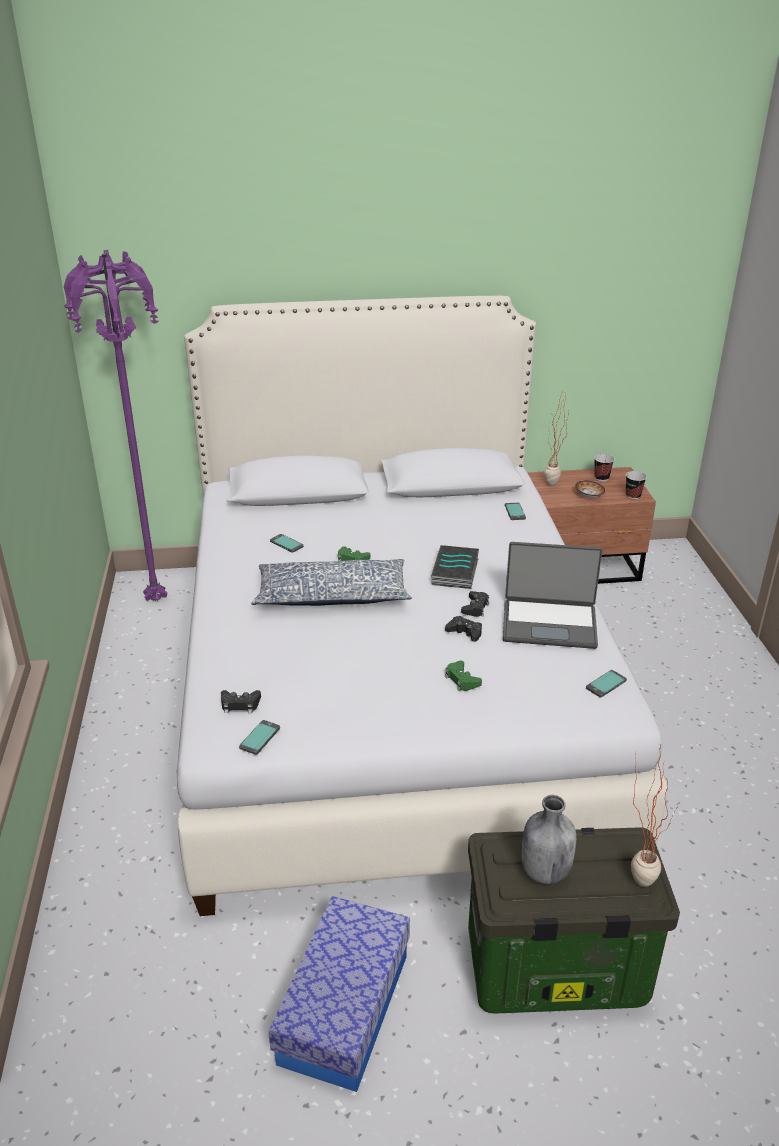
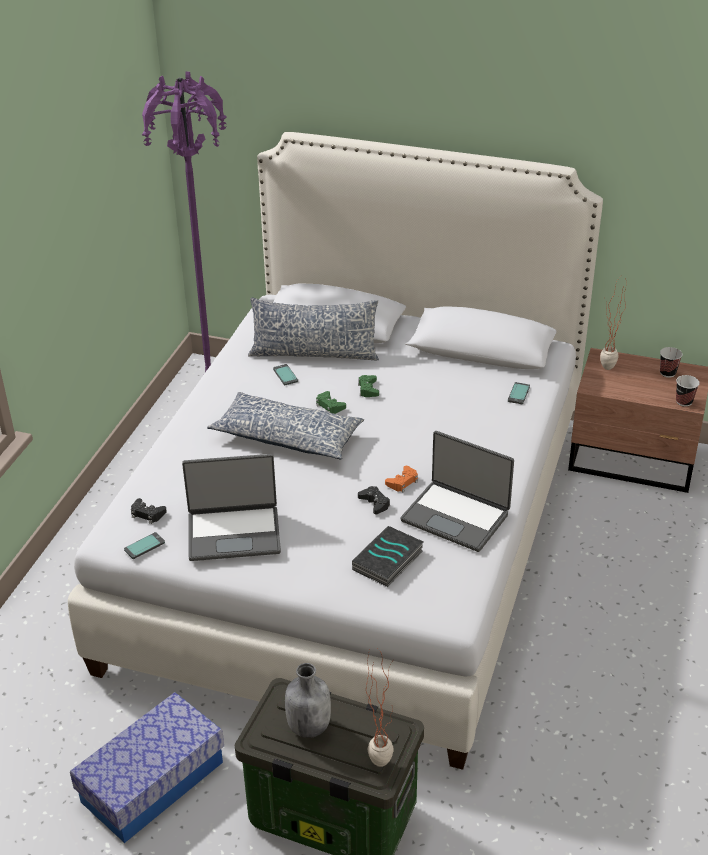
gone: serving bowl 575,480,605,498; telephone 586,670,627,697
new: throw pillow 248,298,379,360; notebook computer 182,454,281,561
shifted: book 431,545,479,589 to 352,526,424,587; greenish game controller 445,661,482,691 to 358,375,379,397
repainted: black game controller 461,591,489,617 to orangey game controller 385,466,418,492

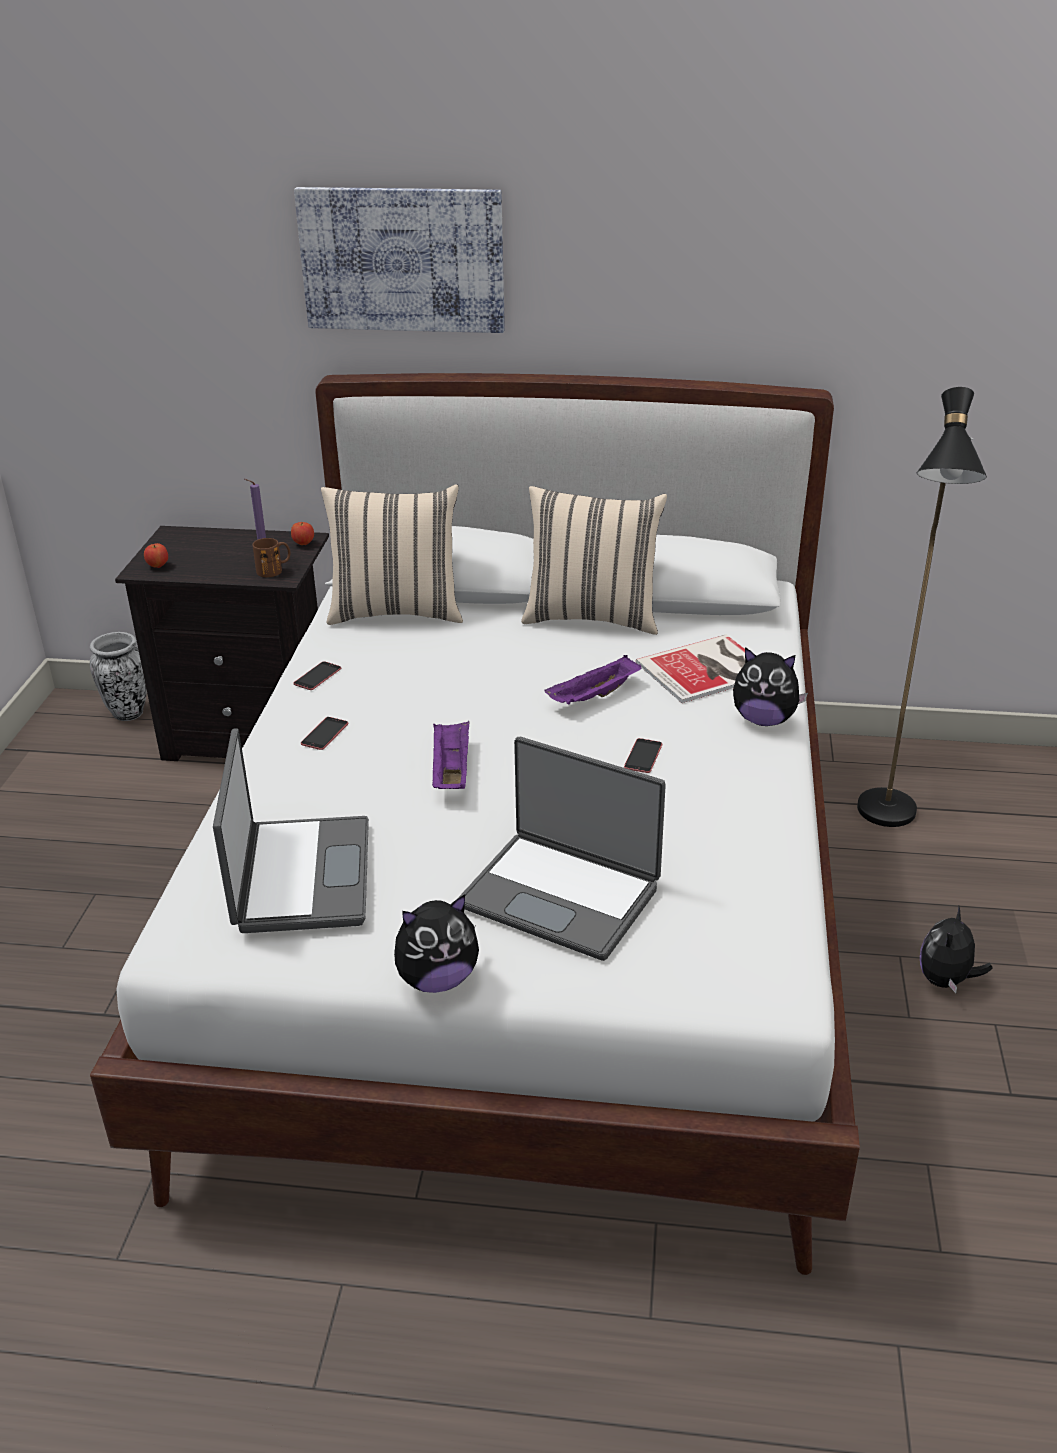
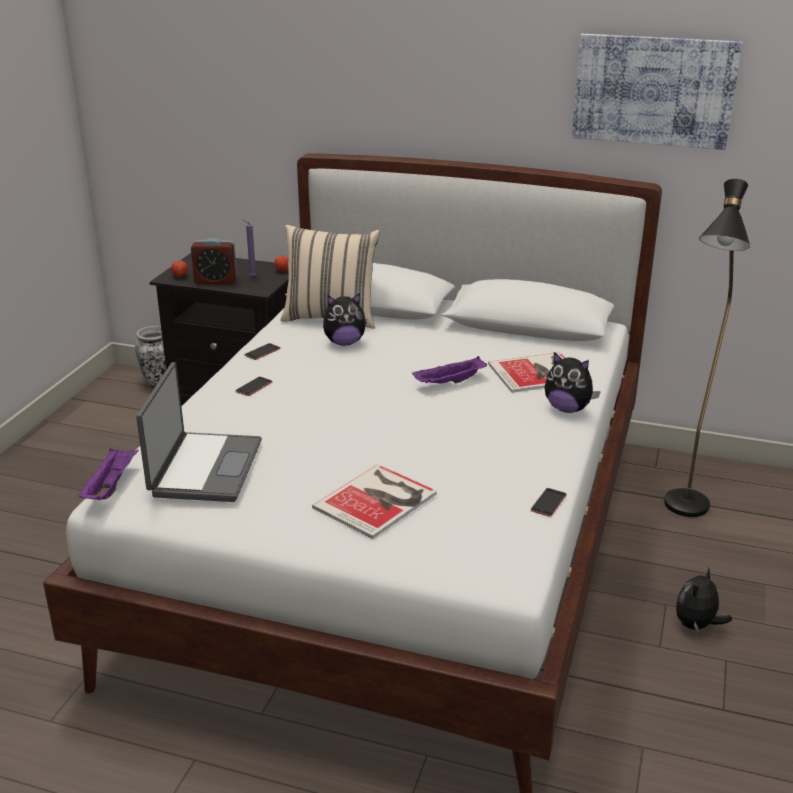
gone: beige-coloured throw pillow 521,486,667,635; brownish mug 252,538,290,577
new: table clock 191,238,237,284
shifted: wall art 294,187,505,333 to 572,34,742,150; purple-coloured carrying tray 432,721,470,789 to 78,448,139,500; telephone 624,738,662,773 to 531,488,567,517; soft toy 394,894,479,993 to 323,293,367,346
swapped: notebook computer 458,737,666,961 to book 312,464,437,539

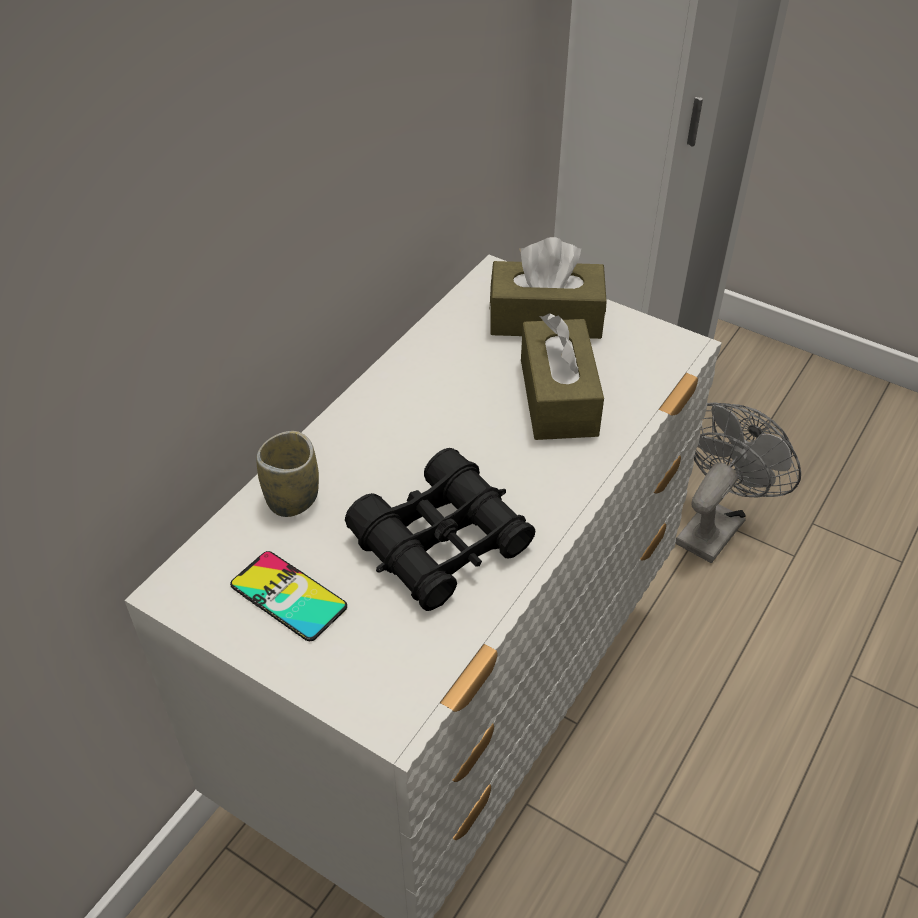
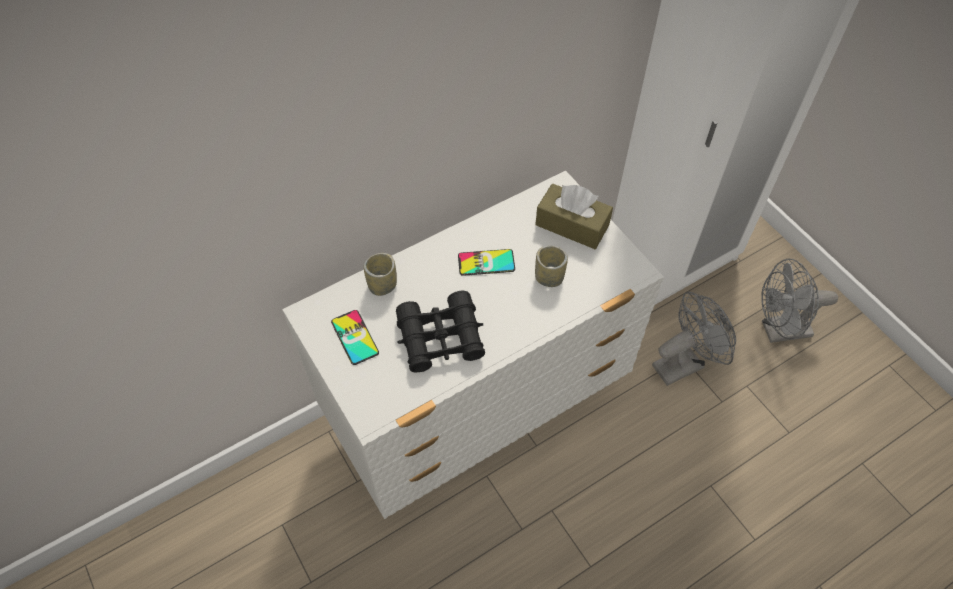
new: telephone 458,249,515,276; grey electric fan 761,259,838,343
swapped: brownish box of tissues 521,313,604,440 to drinking cup 535,246,568,287

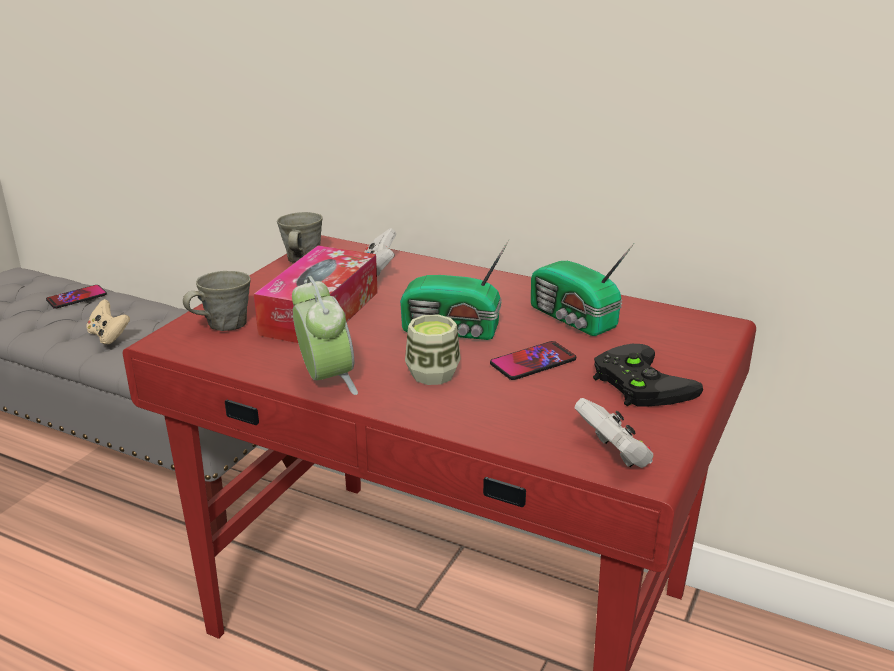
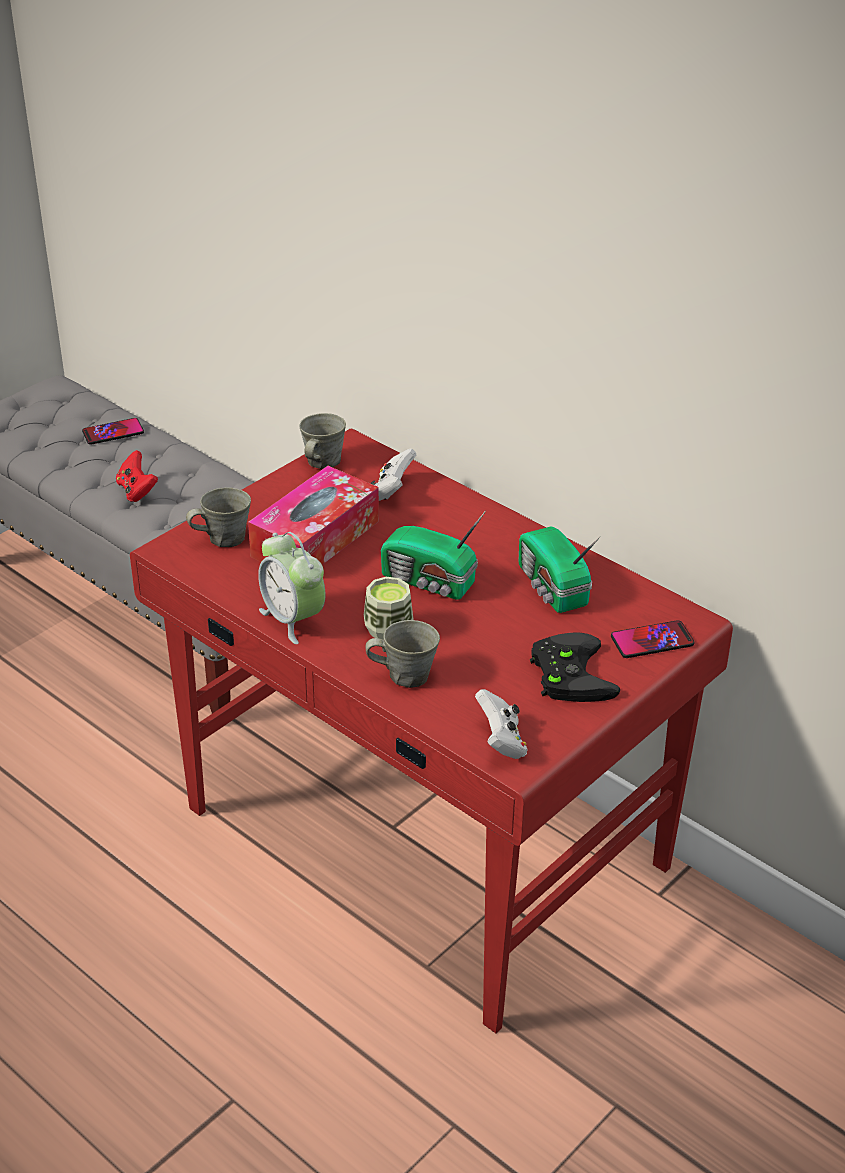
new: grey mug 365,620,440,688
shifted: telephone 490,341,576,380 to 611,620,694,658
repainted: beige-coloured game controller 86,299,130,345 to reddish game controller 116,450,158,502
rotated: table clock 292,276,358,395 = 258,532,325,644 150 degrees clockwise

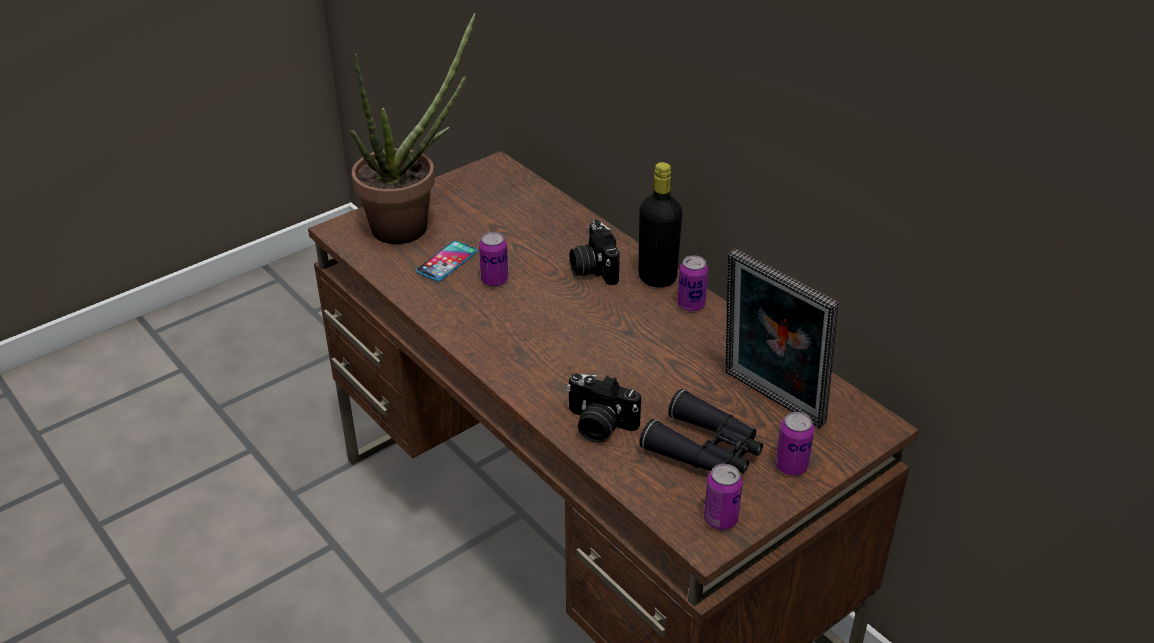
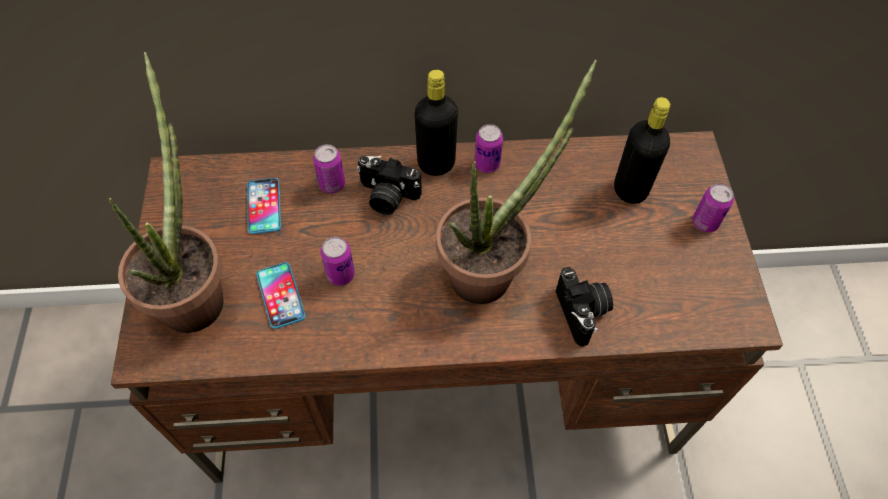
gone: black field glasses 639,389,763,473
new: plant in a pot 436,60,597,304; telephone 247,178,281,234
shifted: can 704,464,743,530 to 313,144,345,193
swapped: photo frame 725,249,839,428 to black drink bottle 614,97,670,204
rotated: photo camera 566,373,641,443 = 556,267,613,347 75 degrees counterclockwise

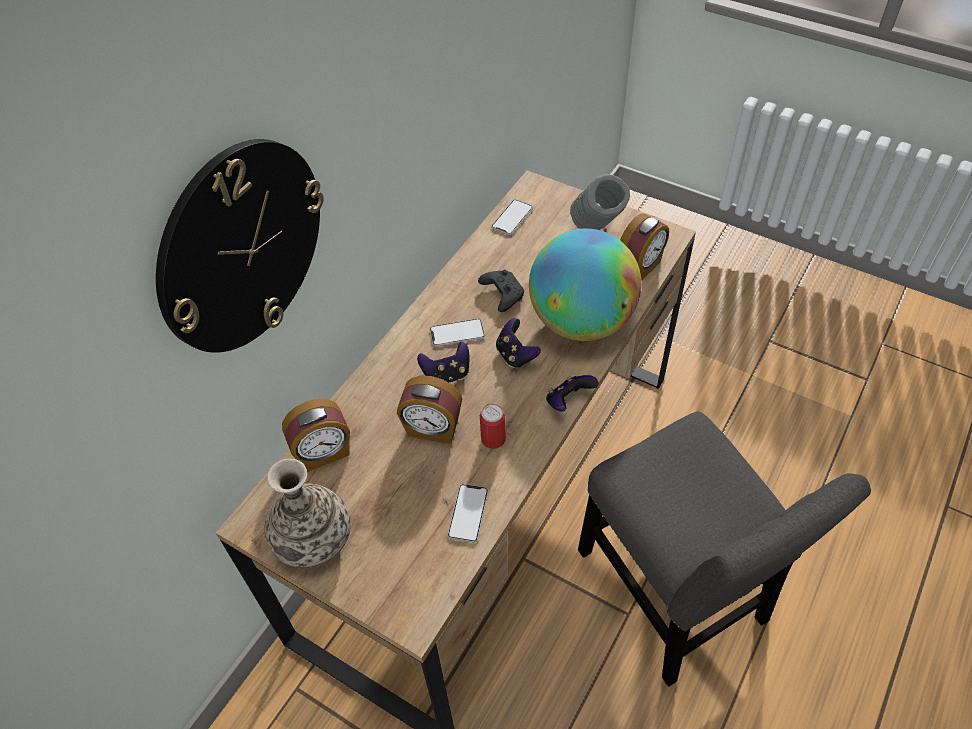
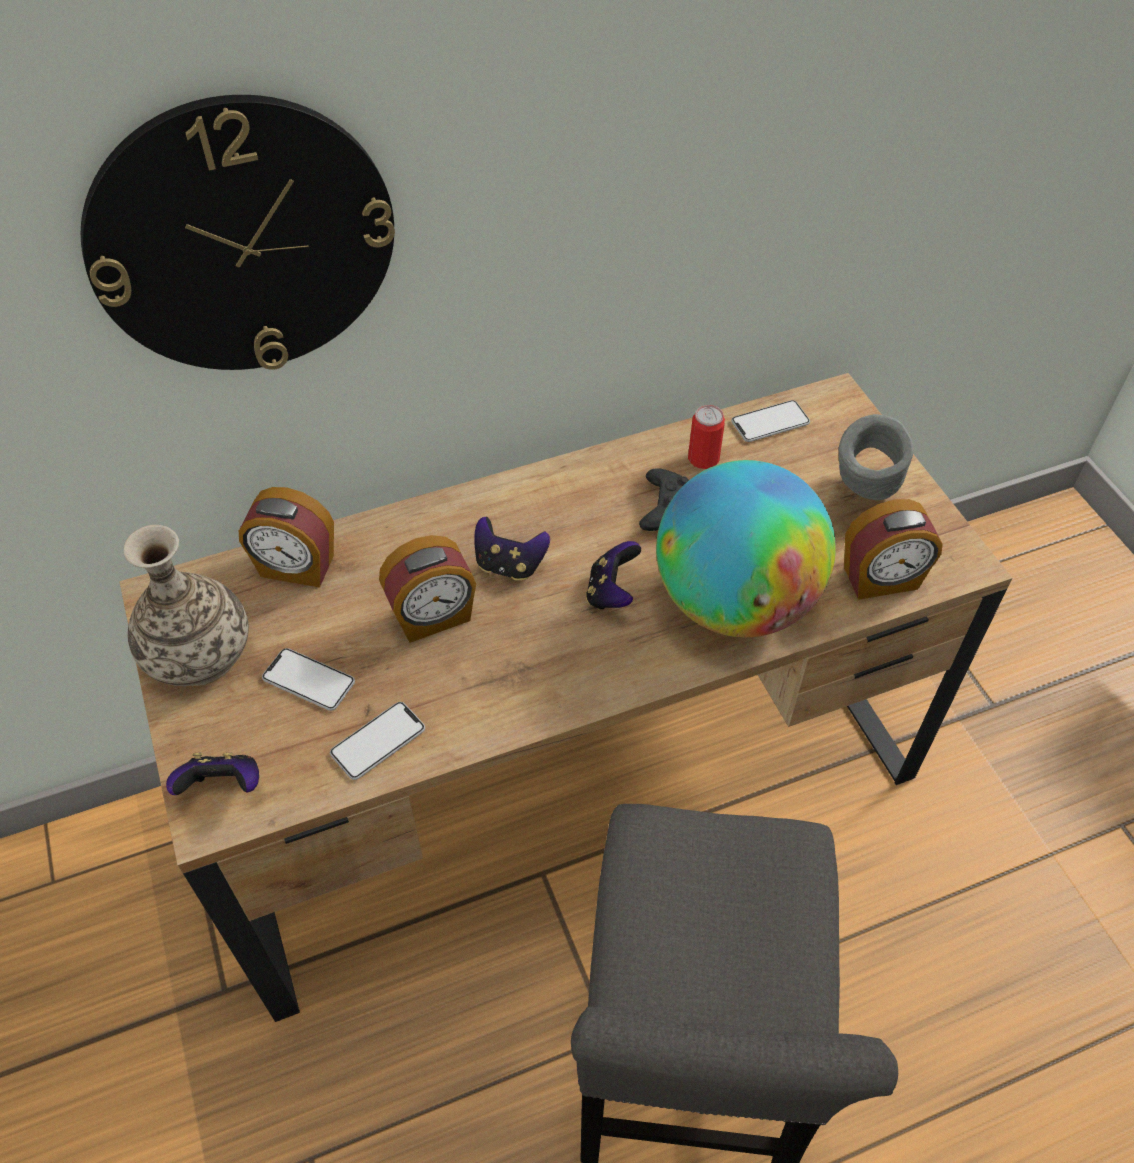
shifted: telephone 429,318,485,347 to 262,648,355,711; game controller 546,375,599,412 to 166,753,259,795; can 480,403,506,449 to 688,405,725,469
rotated: table clock 397,376,462,444 = 379,535,476,643 75 degrees counterclockwise

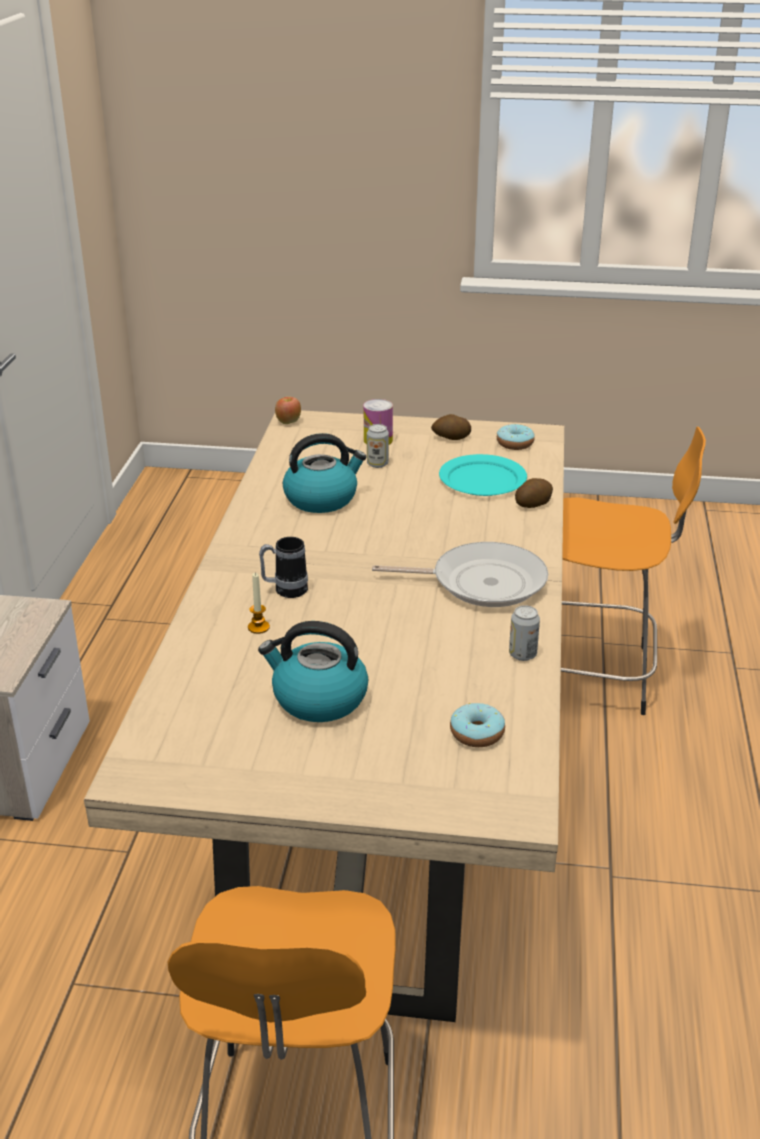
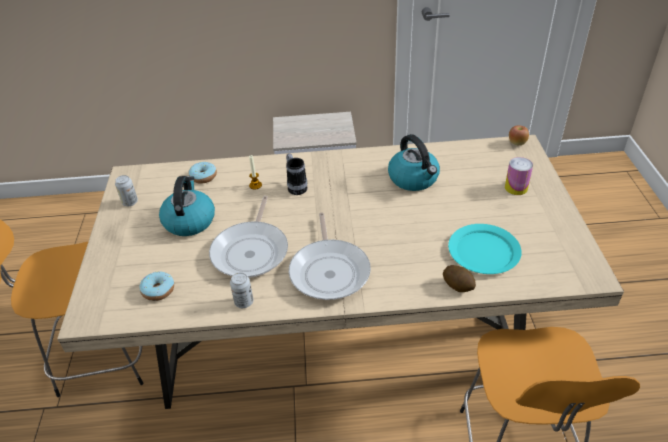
gone: potato 431,414,471,440
new: skillet 209,196,288,278
shifted: can 367,424,389,468 to 115,175,138,206; donut 497,424,535,450 to 189,162,217,184

